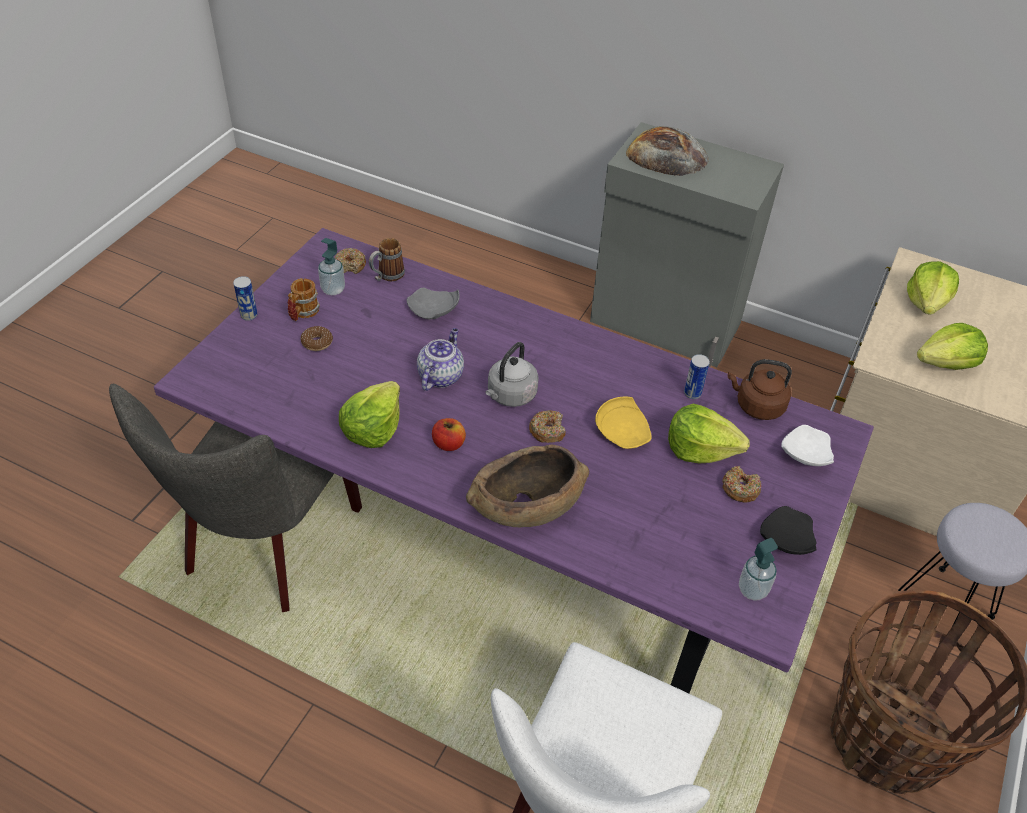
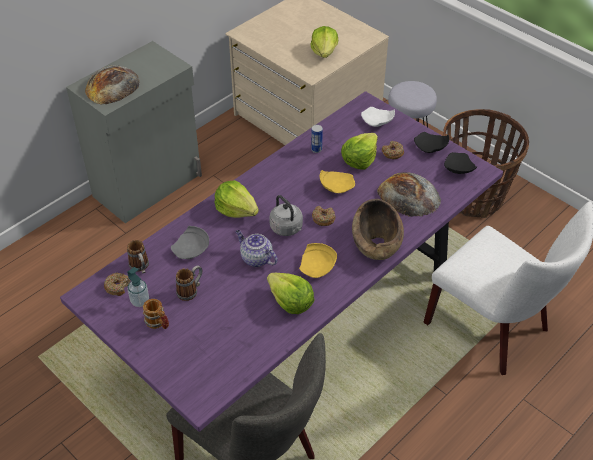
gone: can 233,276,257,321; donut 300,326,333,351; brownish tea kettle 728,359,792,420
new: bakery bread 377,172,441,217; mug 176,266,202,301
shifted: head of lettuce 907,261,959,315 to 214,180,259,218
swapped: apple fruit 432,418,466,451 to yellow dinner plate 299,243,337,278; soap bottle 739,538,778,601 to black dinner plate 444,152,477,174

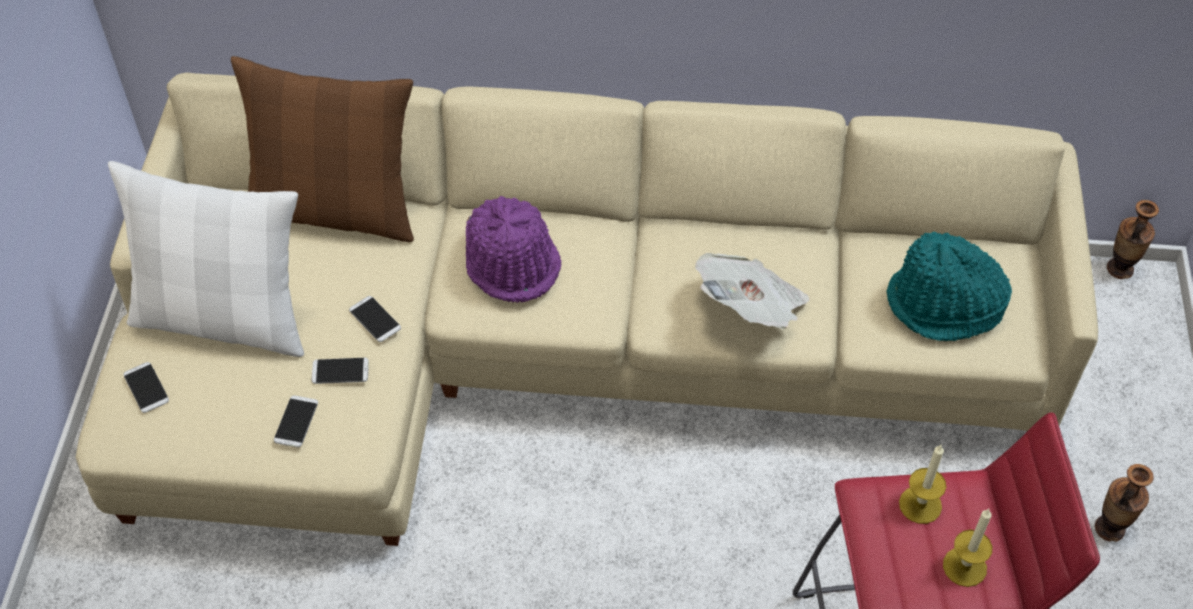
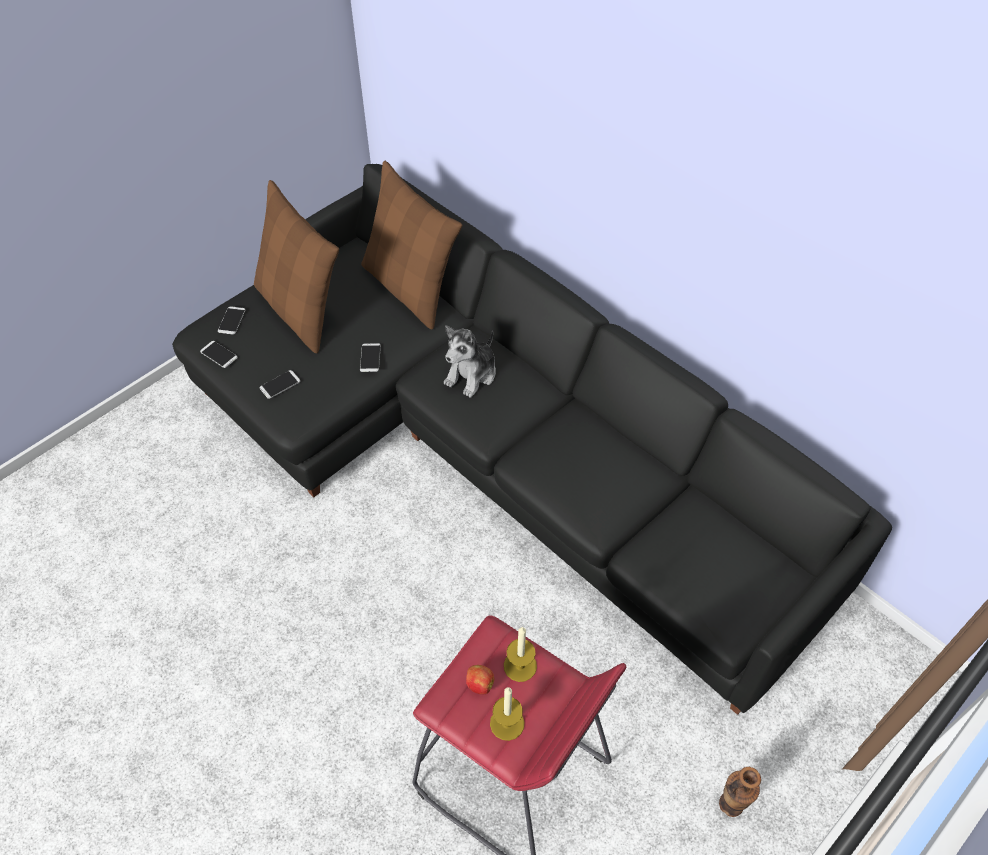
gone: vase 1107,200,1159,279; blue-green hat 886,232,1012,341; daily paper 695,253,810,329
new: apple fruit 466,665,494,695
shifted: telephone 311,358,369,384 to 200,341,238,368
swapped: purple-coloured hat 466,196,561,303 to soft toy 444,326,496,398
repainted: beige-coloured settee 76,73,1098,546 to black settee 172,164,892,715; whitish throw pillow 108,161,304,357 to brownish throw pillow 254,180,339,353

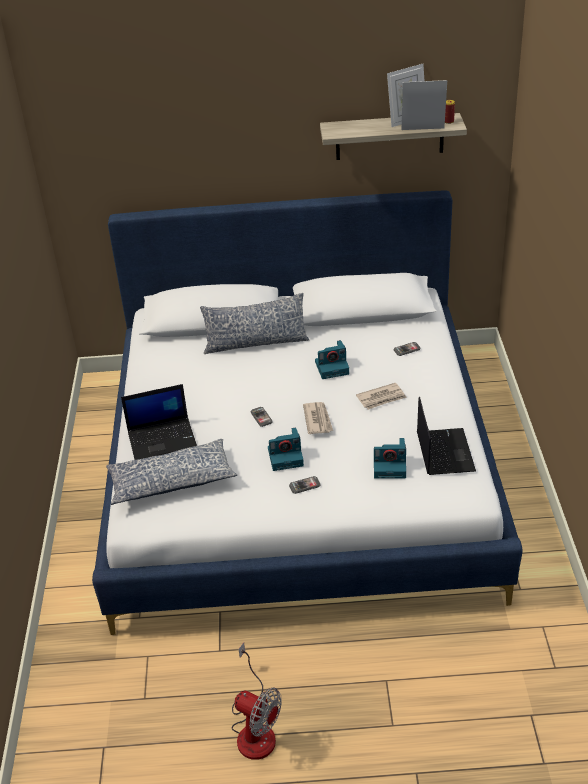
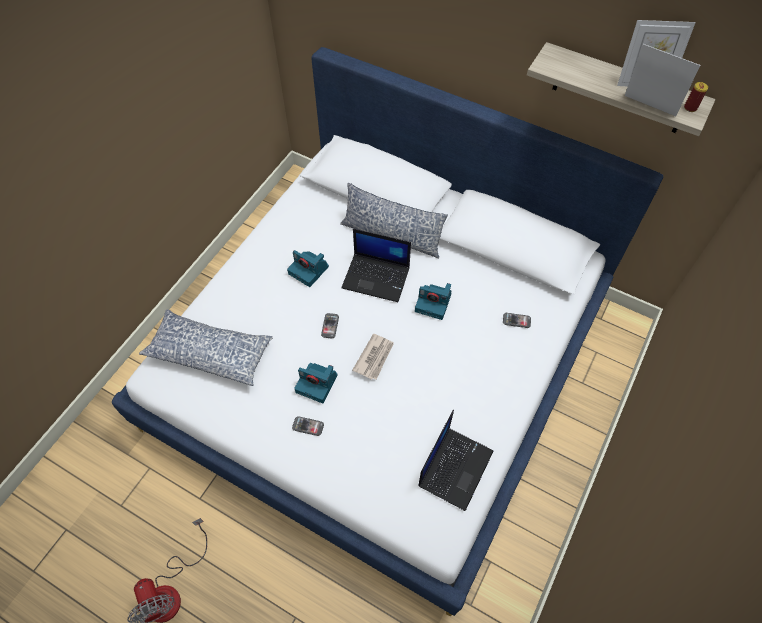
gone: daily paper 356,383,407,410
shifted: notebook computer 121,384,197,460 to 341,229,411,302; photo camera 374,438,406,479 to 287,250,329,287

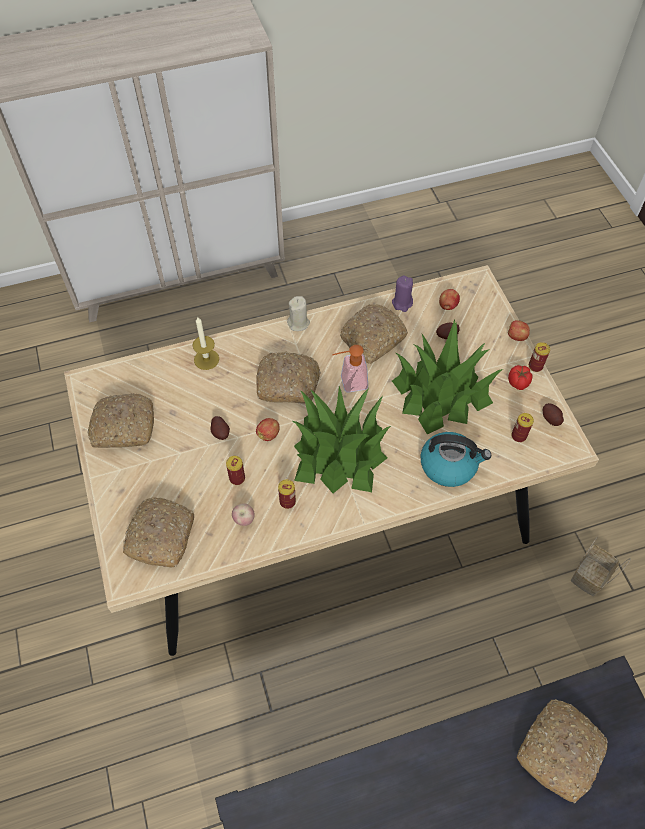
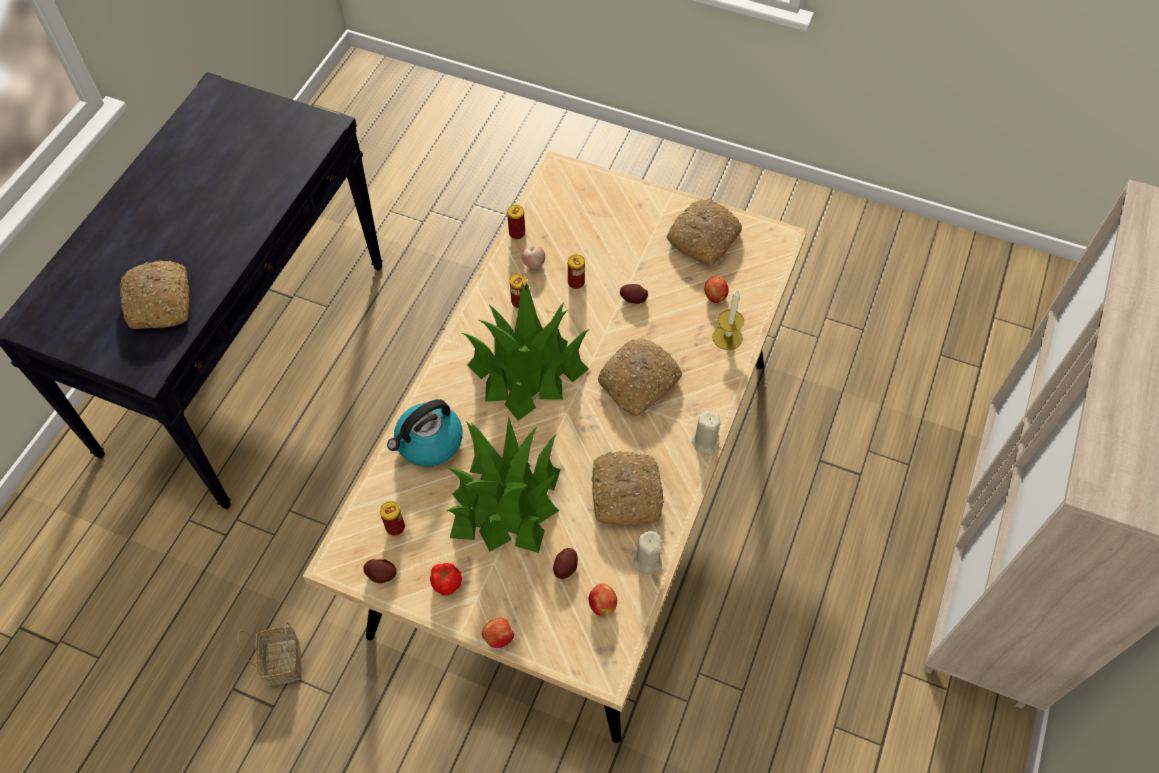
gone: soap bottle 332,345,368,392; bakery bread 123,497,194,567
shifted: can 529,342,550,372 to 507,205,525,239; apple fruit 256,418,280,441 to 704,277,729,303
repainted: purple-coloured candle 392,275,413,312 to beige-coloured candle 632,531,662,575

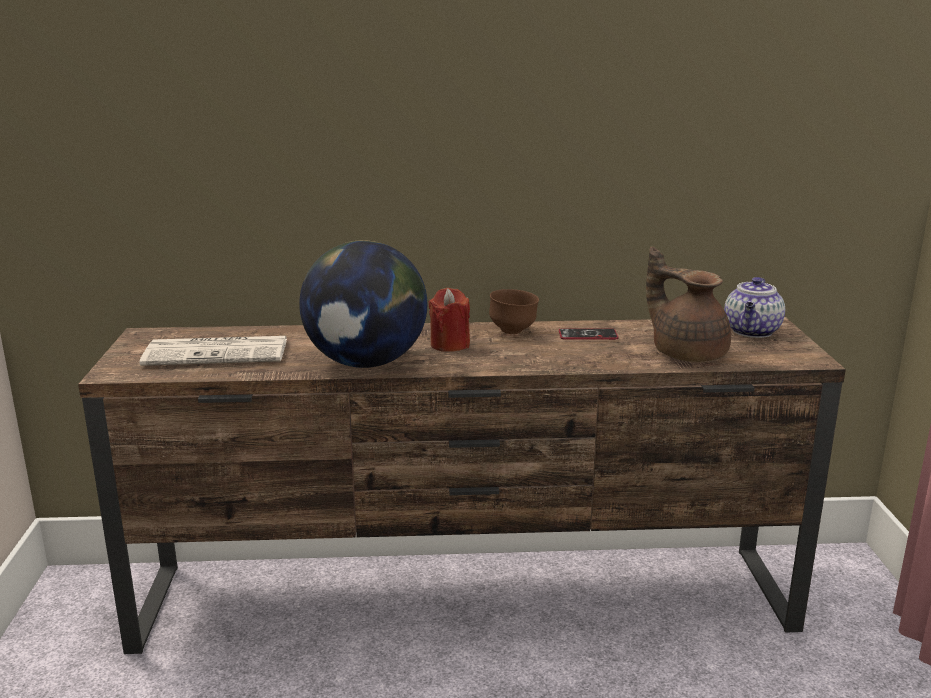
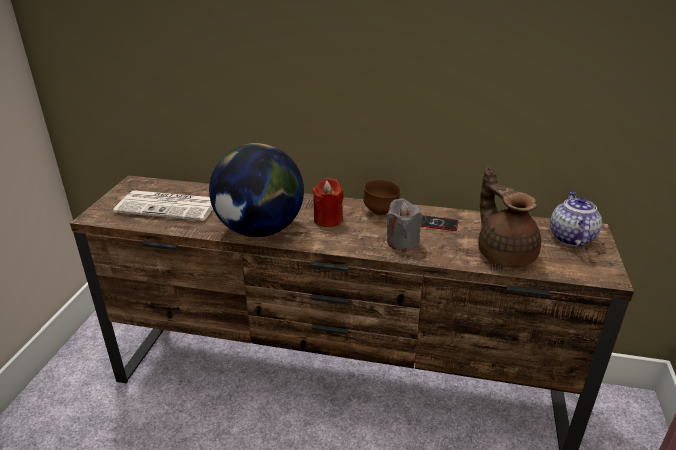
new: grey candle 387,198,422,251
rotated: teapot 724,277,785,338 = 550,191,602,246 150 degrees clockwise

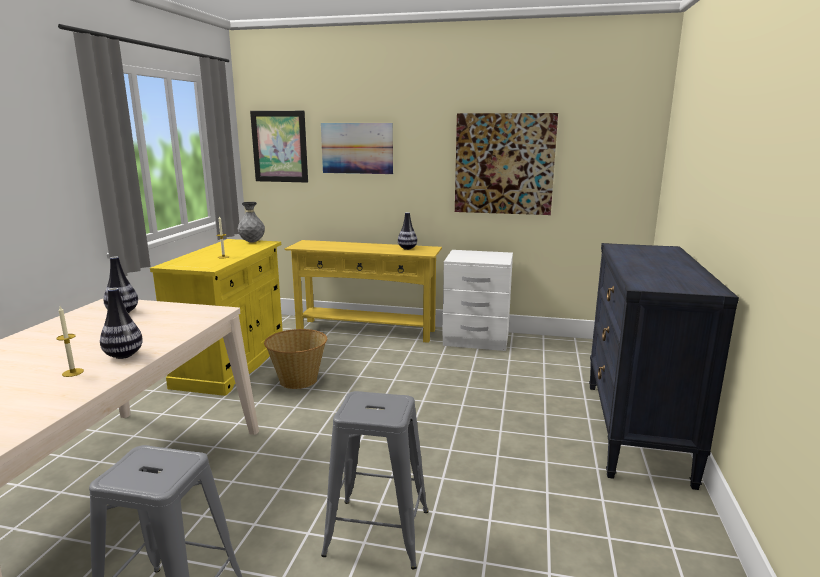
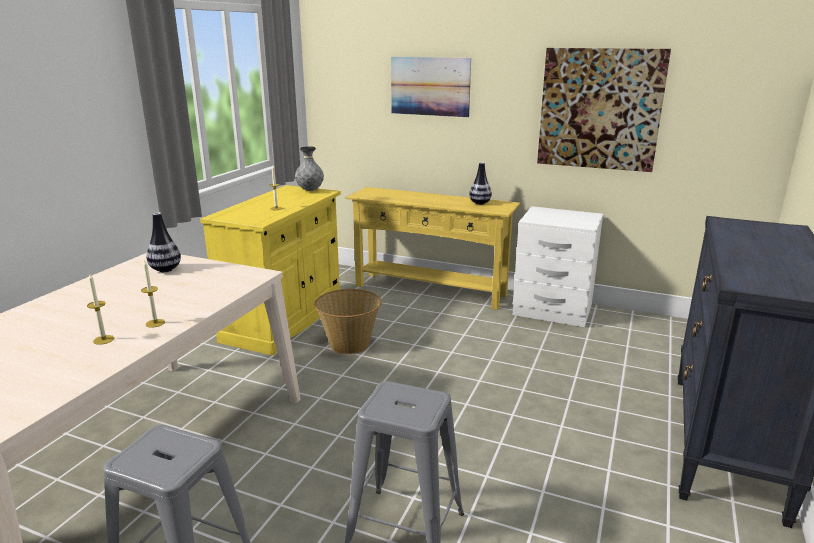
gone: wall art 250,111,308,183
swapped: vase 100,288,143,359 to candle 141,260,165,328

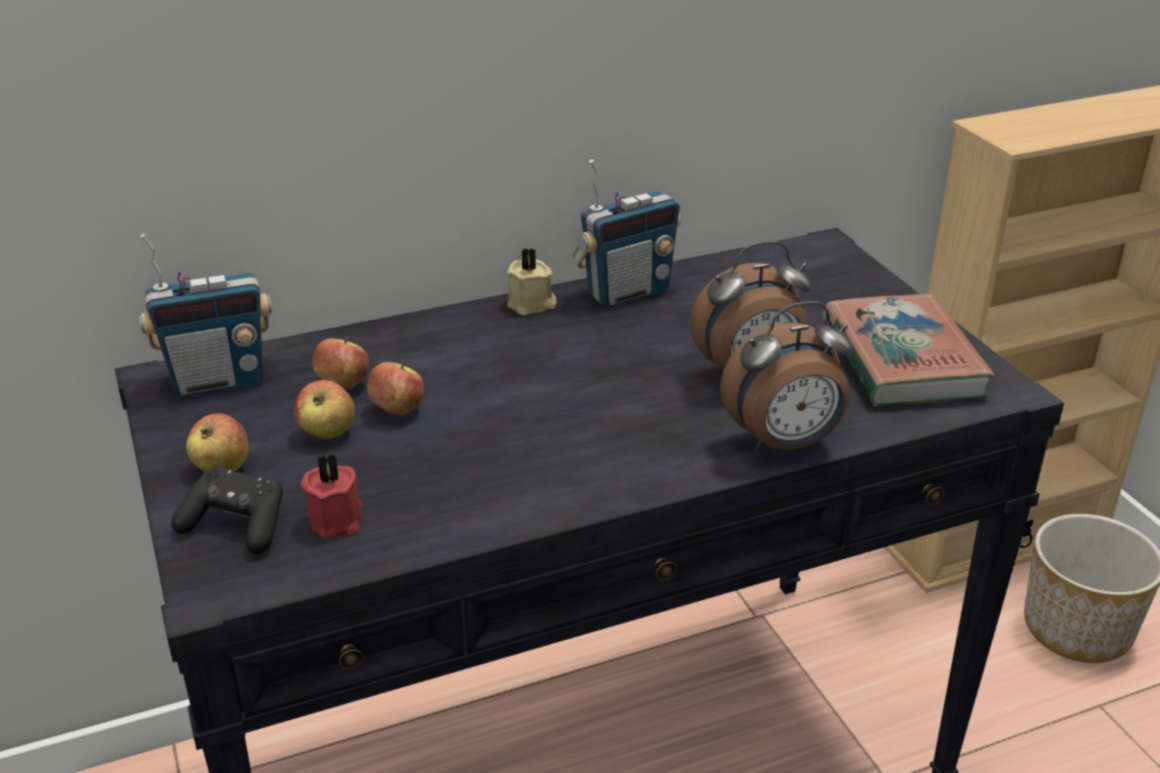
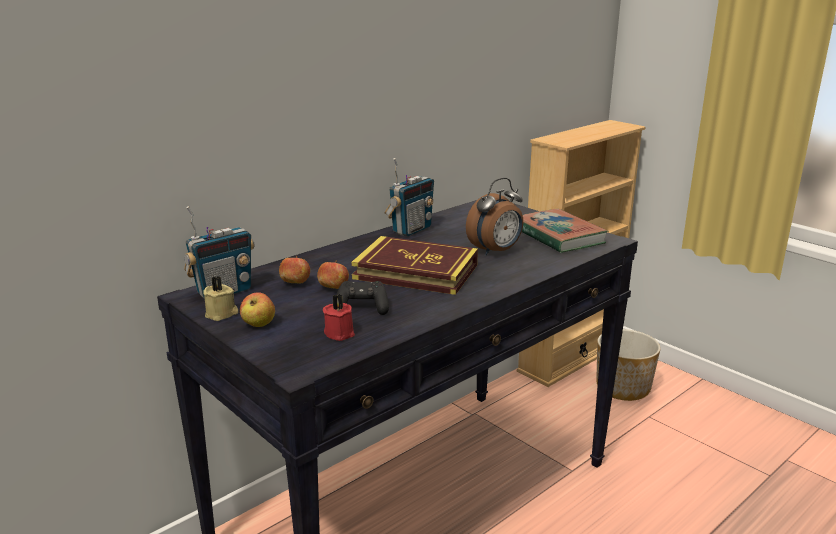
gone: table clock 720,301,853,452; apple fruit 294,380,355,439
new: book 351,236,478,295
shifted: beige-coloured candle 507,248,557,315 to 203,276,238,321; black game controller 171,465,283,554 to 336,281,389,315

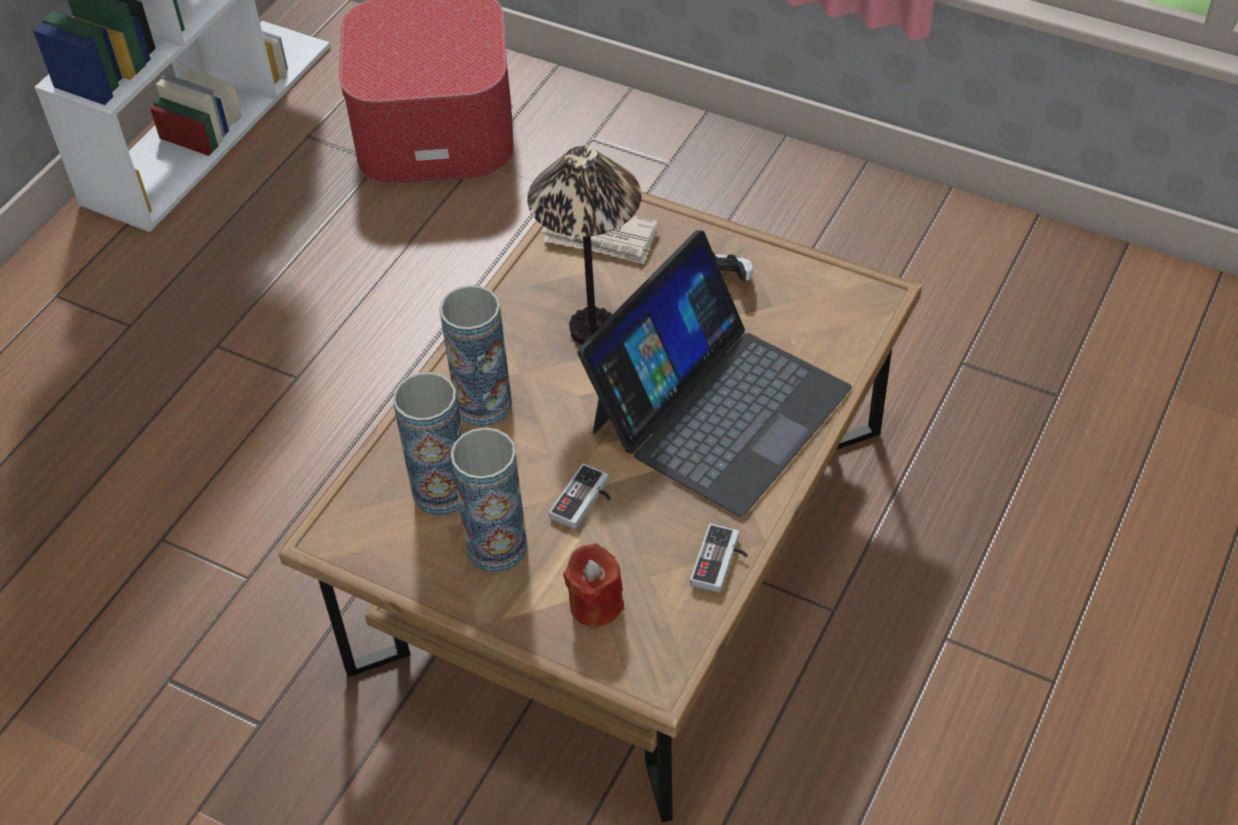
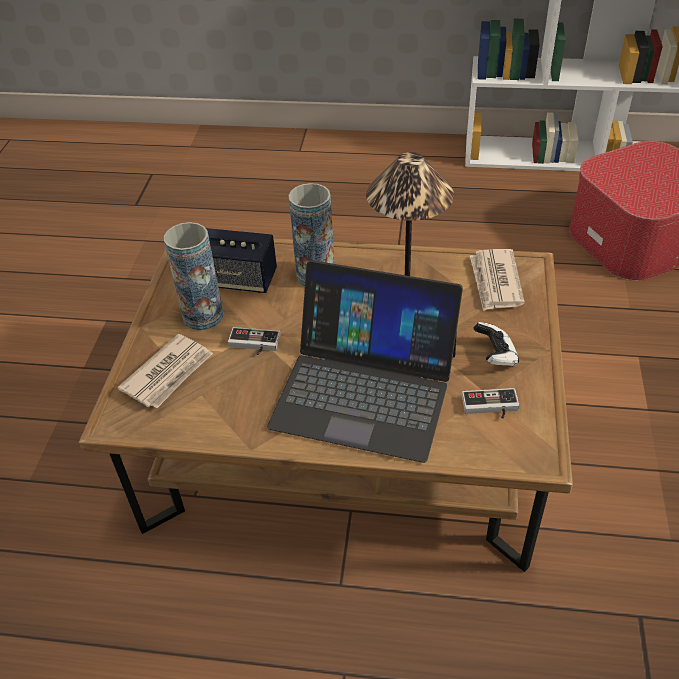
shifted: game controller 690,524,748,593 to 462,388,519,419
swapped: vase 393,372,463,515 to speaker 206,228,277,293; reddish candle 563,543,624,627 to daily paper 117,334,213,408

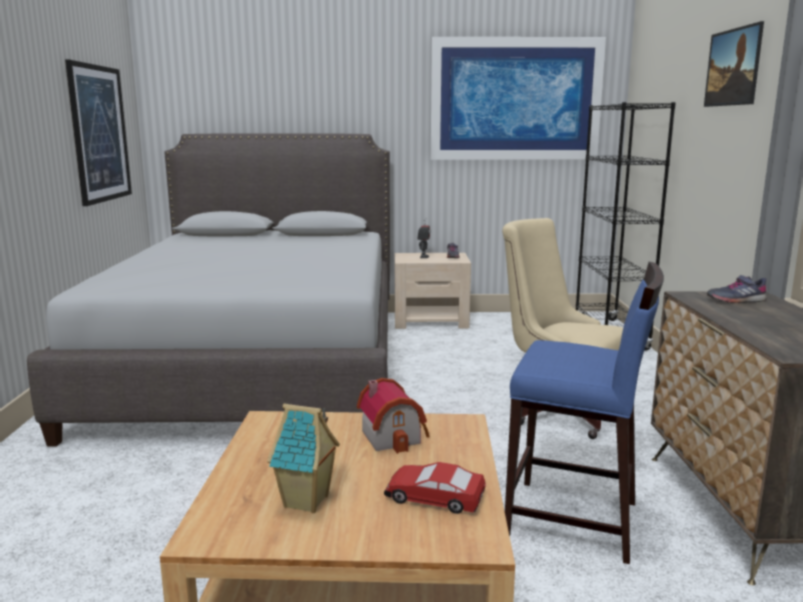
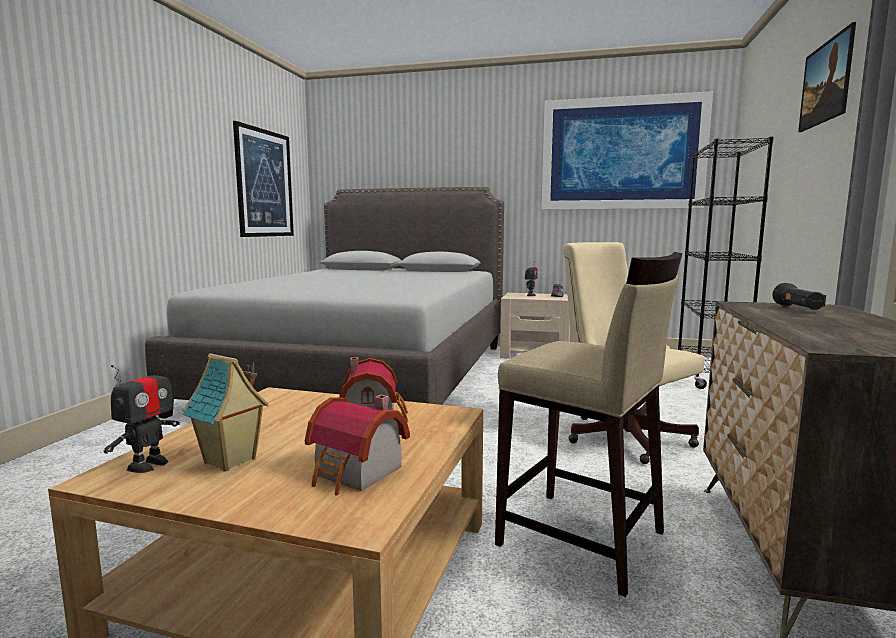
new: model robot 104,355,180,473
swapped: grey shoe 707,275,767,303 to black torch 772,283,826,310; model car 384,462,486,514 to toy house 305,395,410,495
repainted: blue stool seat 505,262,664,564 to beige-coloured stool seat 495,252,682,597

